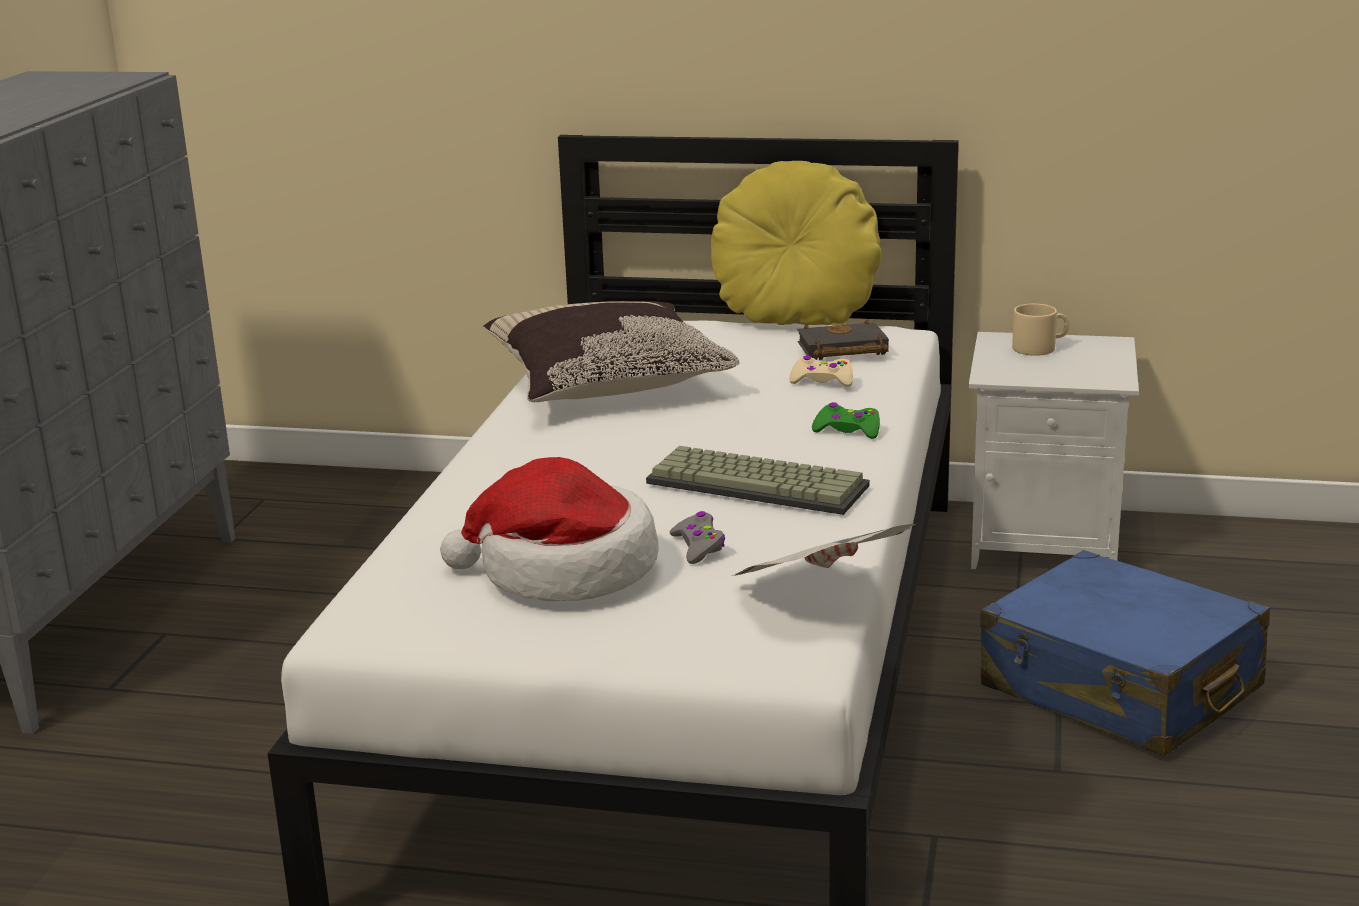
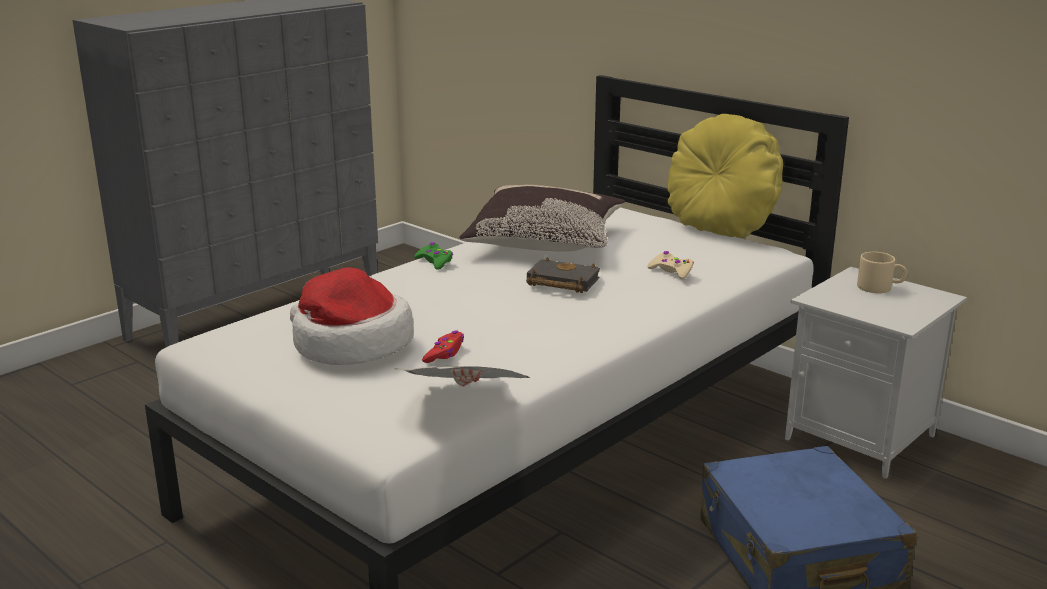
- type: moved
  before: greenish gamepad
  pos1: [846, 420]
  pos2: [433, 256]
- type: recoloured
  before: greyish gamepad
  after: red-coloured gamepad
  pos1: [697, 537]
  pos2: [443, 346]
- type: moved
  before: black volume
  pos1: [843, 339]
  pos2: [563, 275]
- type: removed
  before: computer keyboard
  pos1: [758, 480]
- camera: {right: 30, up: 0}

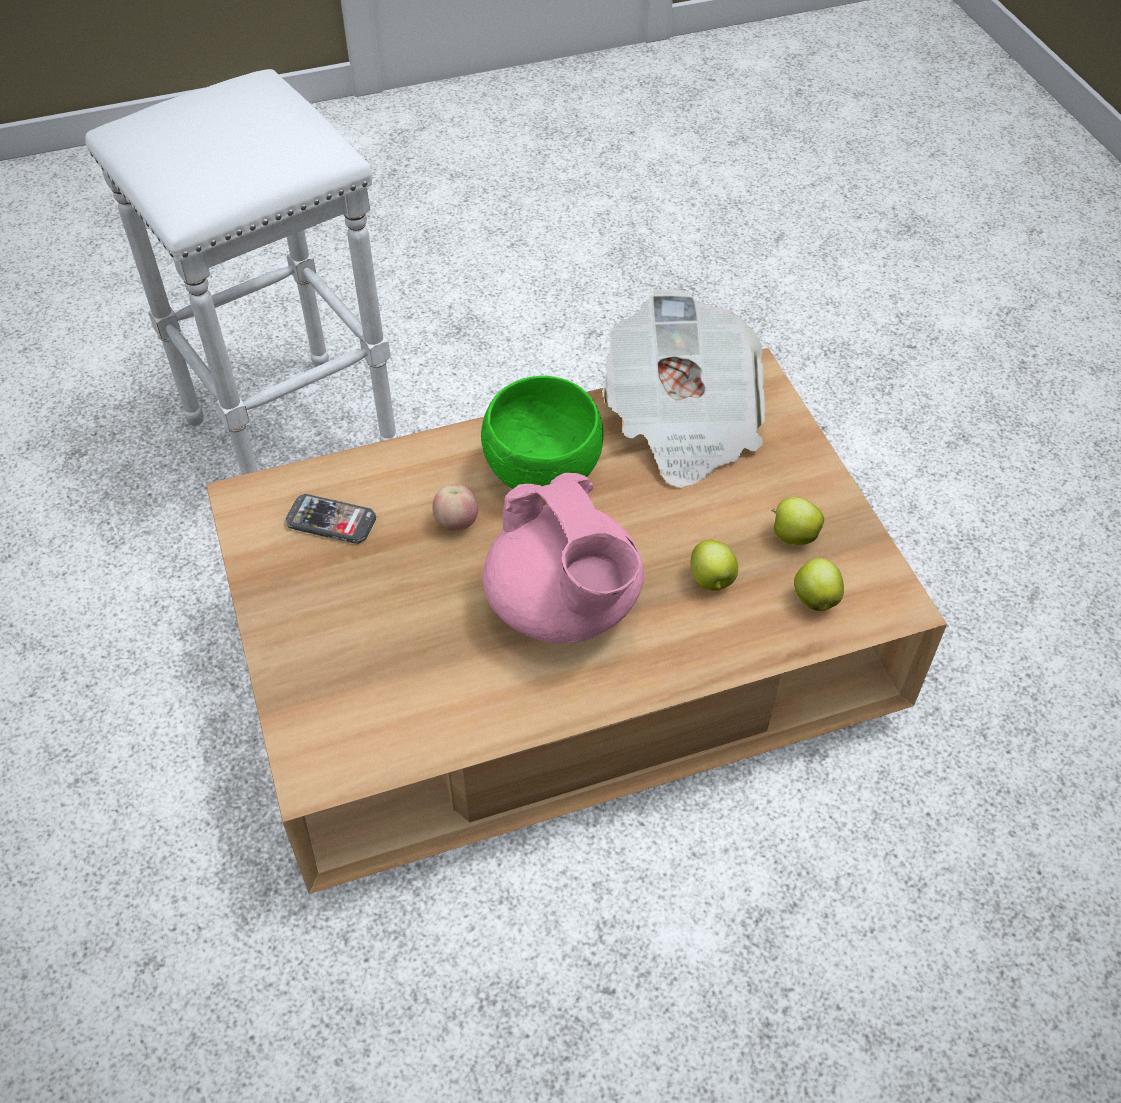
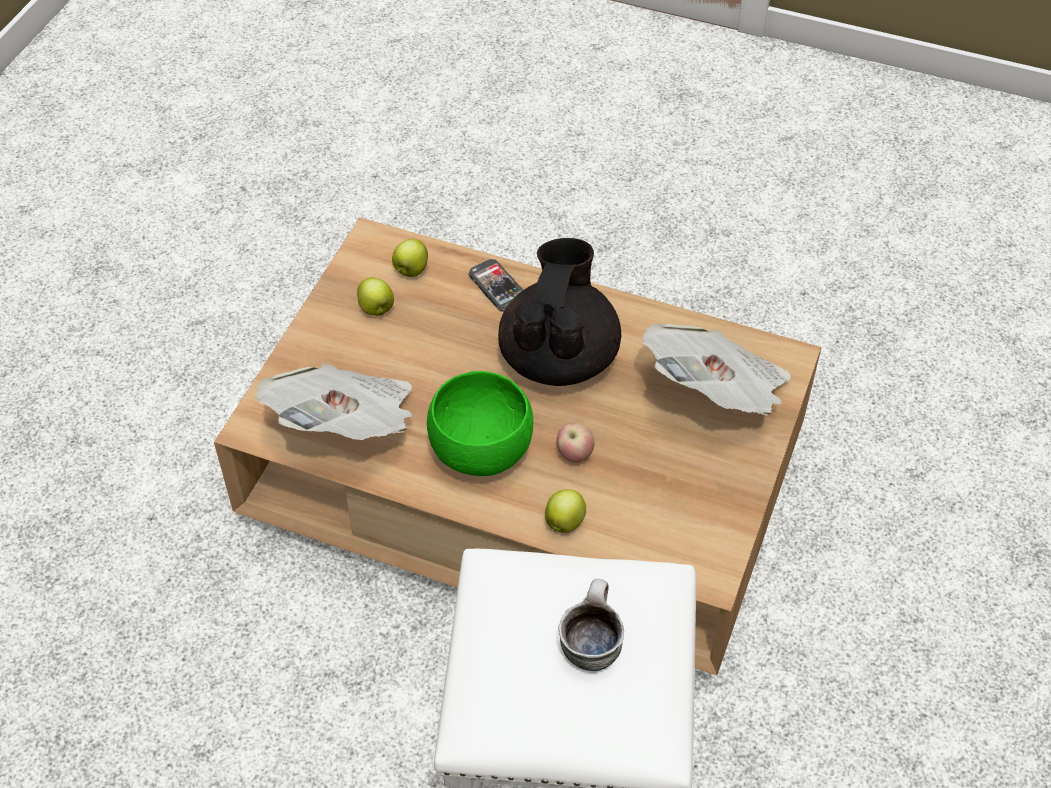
- type: moved
  before: handset
  pos1: [330, 519]
  pos2: [495, 285]
- type: recoloured
  before: pink-coloured tea pot
  after: black tea pot
  pos1: [563, 558]
  pos2: [559, 312]
- type: moved
  before: apple fruit
  pos1: [714, 565]
  pos2: [565, 511]
- type: added
  after: tea mug
  pos2: [591, 625]
- type: added
  after: newspaper
  pos2: [717, 369]
- camera: {right: -140, up: 0}

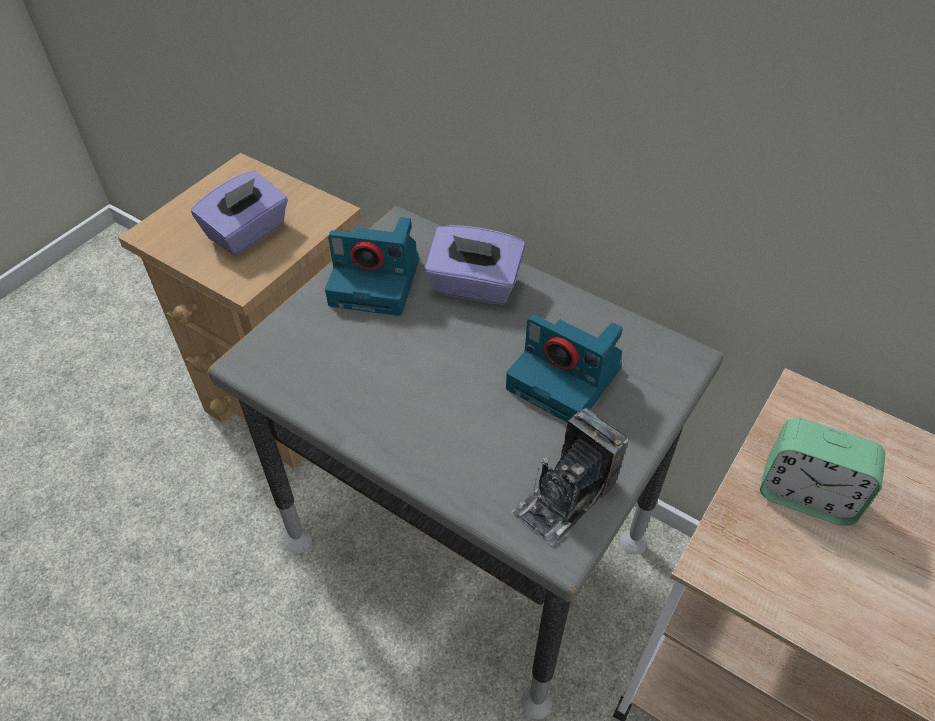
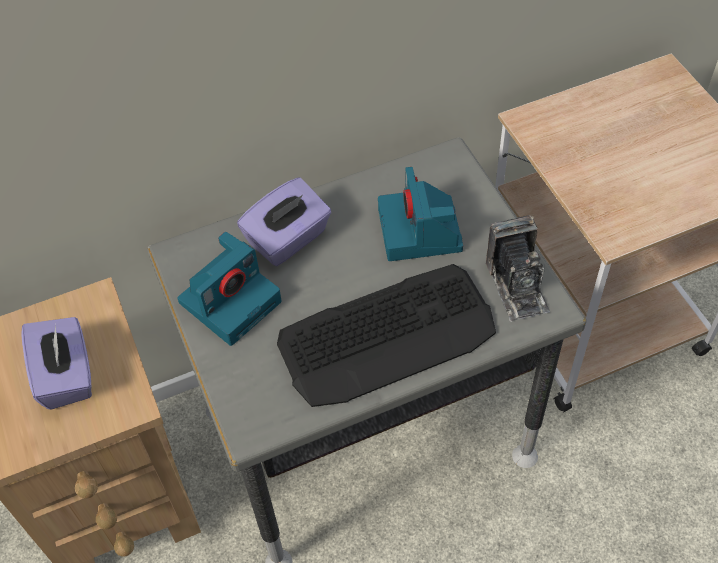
- type: added
  after: computer keyboard
  pos2: [386, 335]
- type: turned
  before: photo camera
  pos1: [564, 368]
  pos2: [420, 214]
  turn: 105
- type: removed
  before: table clock
  pos1: [823, 472]
- camera: {right: -55, up: 5}

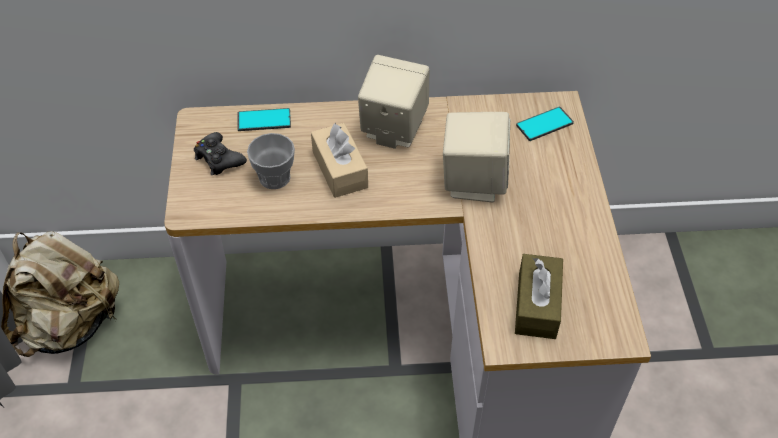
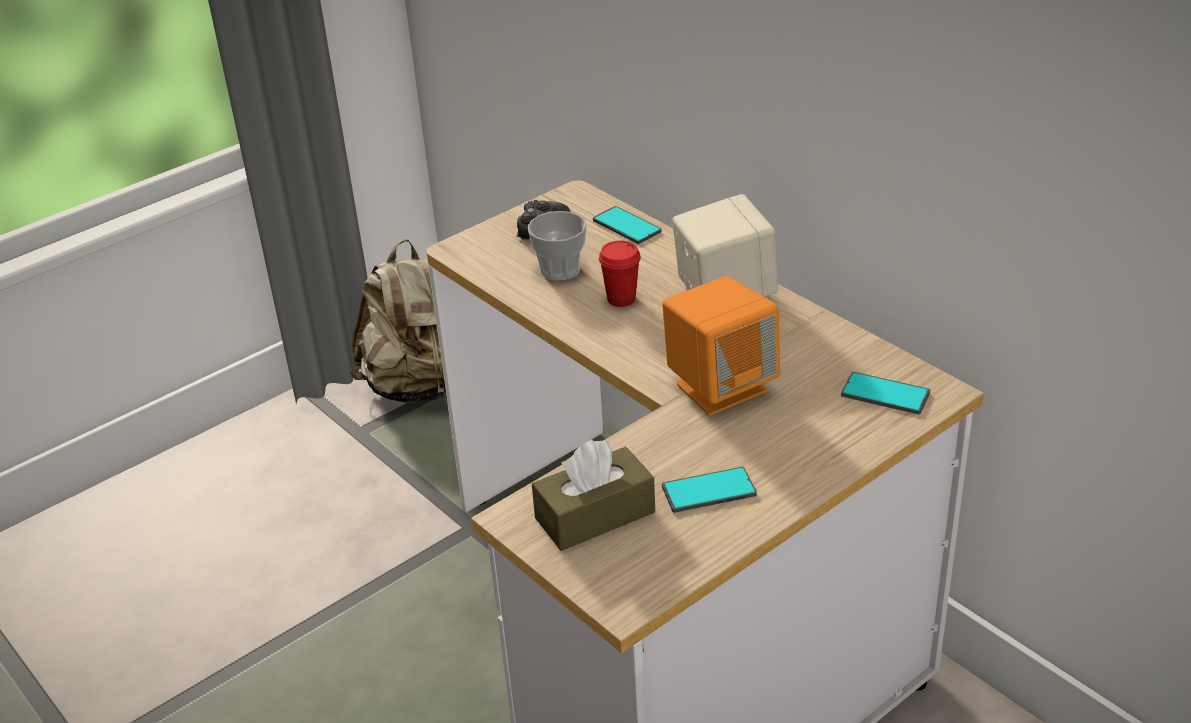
- type: replaced
  before: beige-coloured tissue box
  after: red-coloured drinking cup
  pos1: [339, 160]
  pos2: [620, 273]
- type: recoloured
  before: beige-coloured loudspeaker
  after: orange-coloured loudspeaker
  pos1: [476, 157]
  pos2: [721, 345]
- type: added
  after: handset
  pos2: [709, 490]
- camera: {right: 55, up: -15}

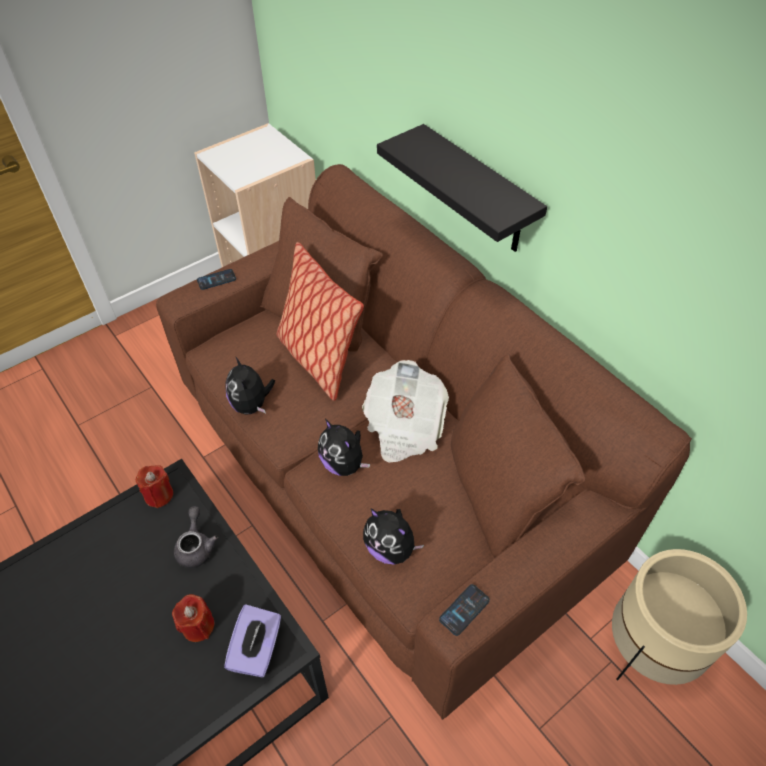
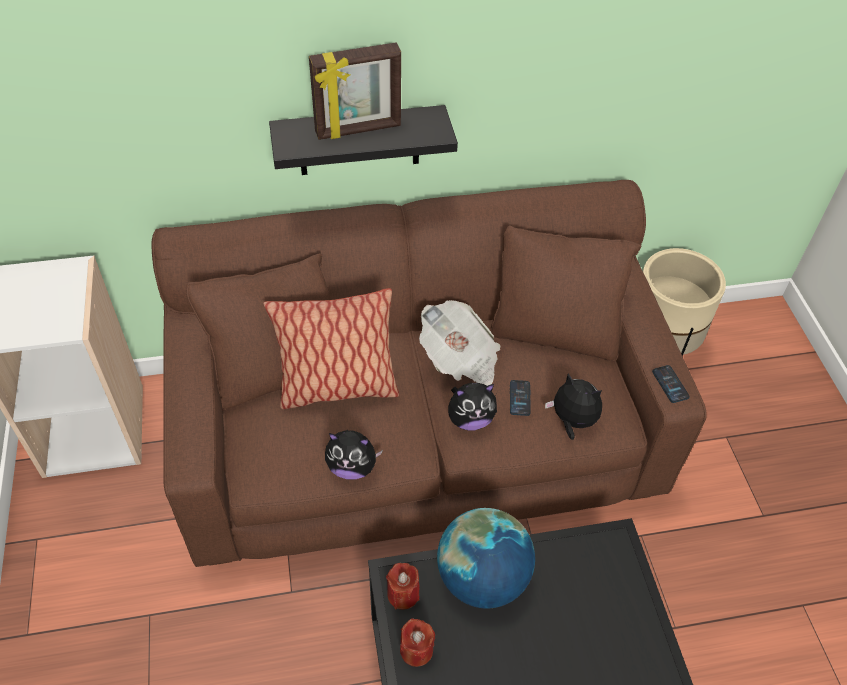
- type: added
  after: photo frame
  pos2: [355, 91]
- type: moved
  before: red-coloured candle
  pos1: [193, 618]
  pos2: [417, 642]
- type: replaced
  before: greyish tea pot
  after: desk globe
  pos1: [196, 537]
  pos2: [486, 558]
- type: moved
  before: handset
  pos1: [216, 279]
  pos2: [520, 398]
- type: turned
  before: plush toy
  pos1: [393, 536]
  pos2: [573, 406]
  turn: -120
- type: removed
  before: purple tissue box
  pos1: [252, 641]
- camera: {right: -65, up: 0}

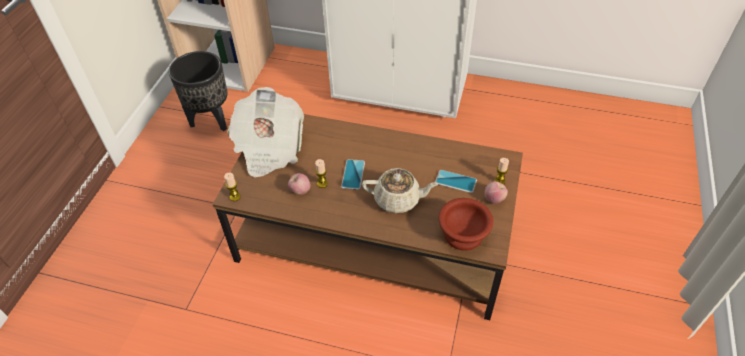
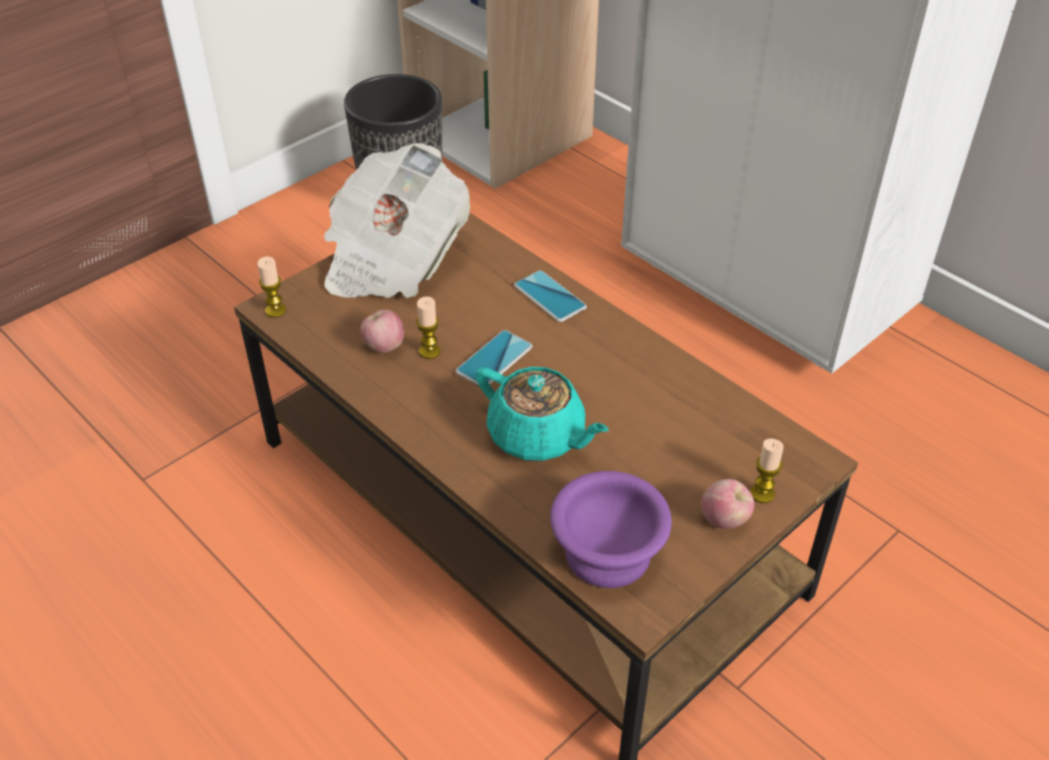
- type: recoloured
  before: beige-coloured tea pot
  after: turquoise-coloured tea pot
  pos1: [400, 190]
  pos2: [542, 414]
- type: moved
  before: handset
  pos1: [456, 181]
  pos2: [550, 296]
- type: recoloured
  before: brown-coloured bowl
  after: purple bowl
  pos1: [465, 224]
  pos2: [611, 529]
- camera: {right: 30, up: -5}

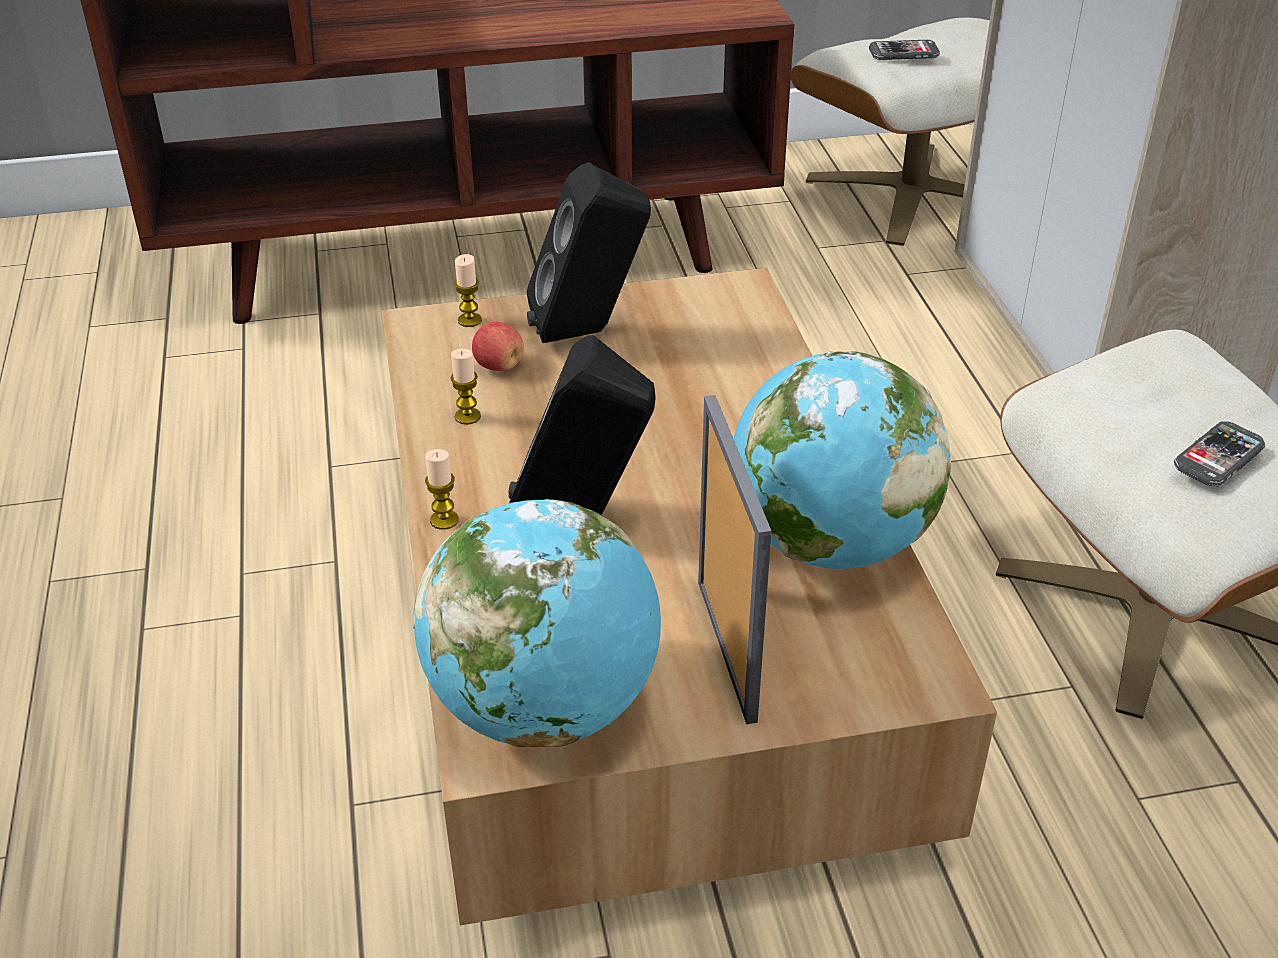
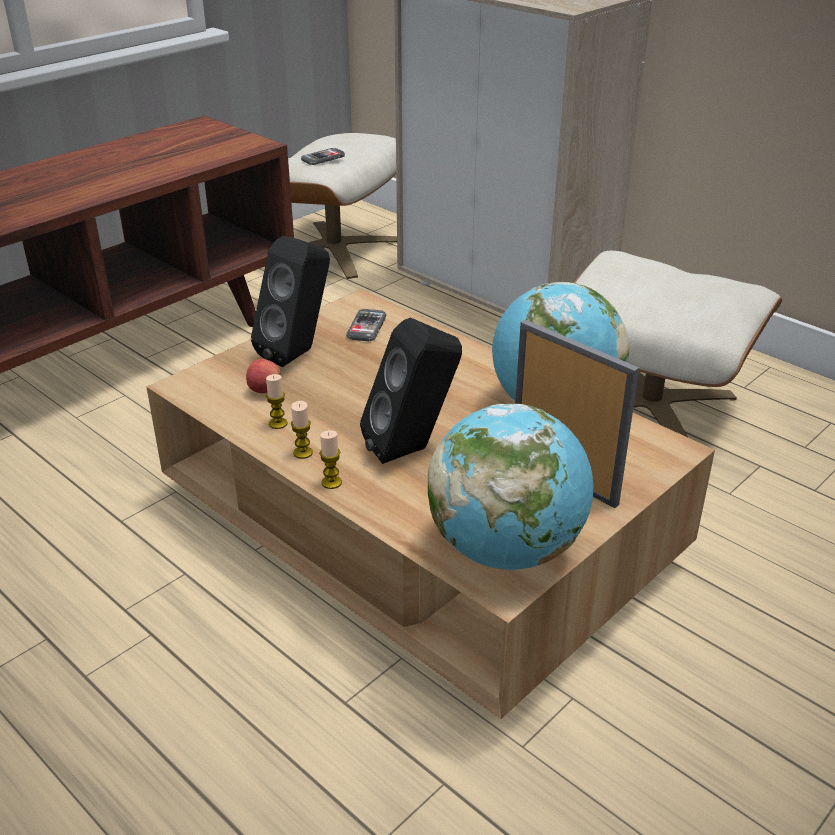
- type: moved
  before: candle
  pos1: [468, 290]
  pos2: [302, 430]
- type: moved
  before: handset
  pos1: [1219, 453]
  pos2: [366, 325]
- camera: {right: -35, up: -5}

